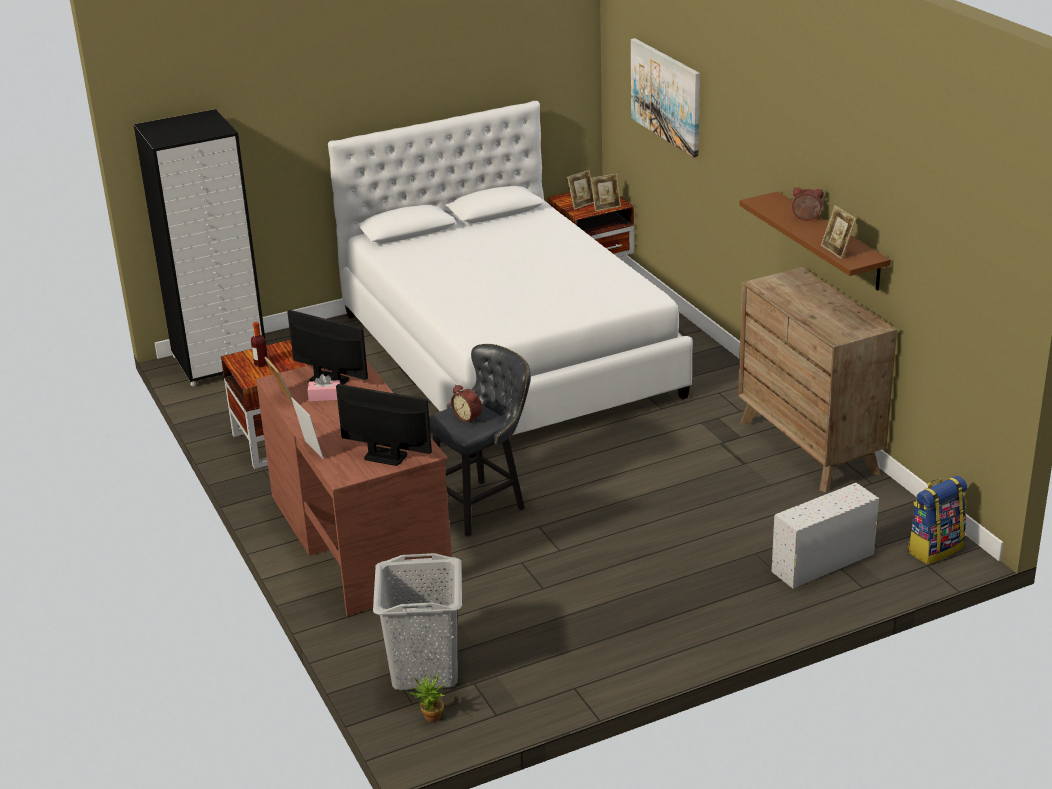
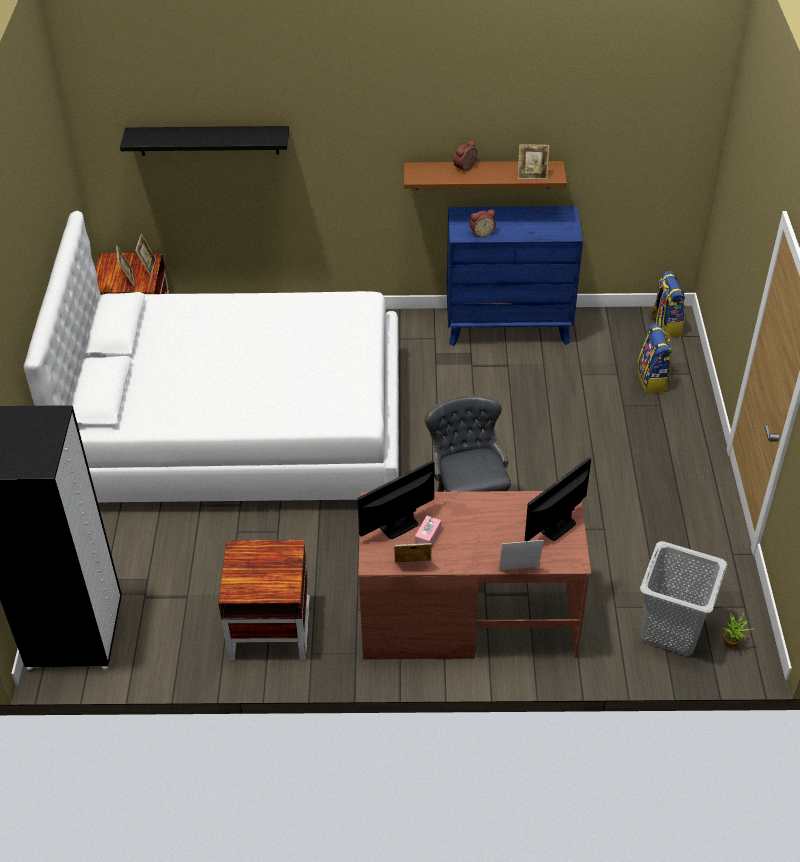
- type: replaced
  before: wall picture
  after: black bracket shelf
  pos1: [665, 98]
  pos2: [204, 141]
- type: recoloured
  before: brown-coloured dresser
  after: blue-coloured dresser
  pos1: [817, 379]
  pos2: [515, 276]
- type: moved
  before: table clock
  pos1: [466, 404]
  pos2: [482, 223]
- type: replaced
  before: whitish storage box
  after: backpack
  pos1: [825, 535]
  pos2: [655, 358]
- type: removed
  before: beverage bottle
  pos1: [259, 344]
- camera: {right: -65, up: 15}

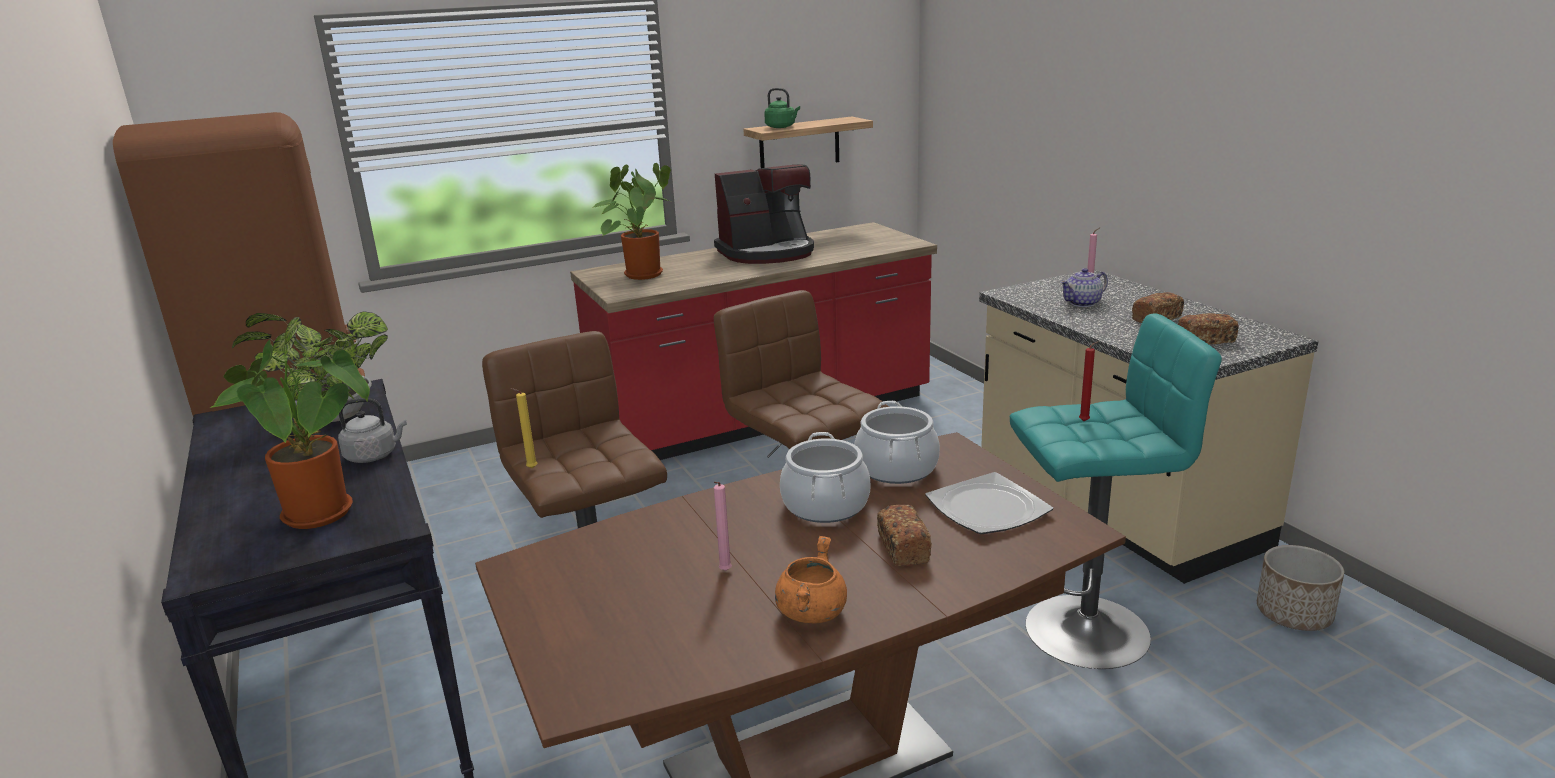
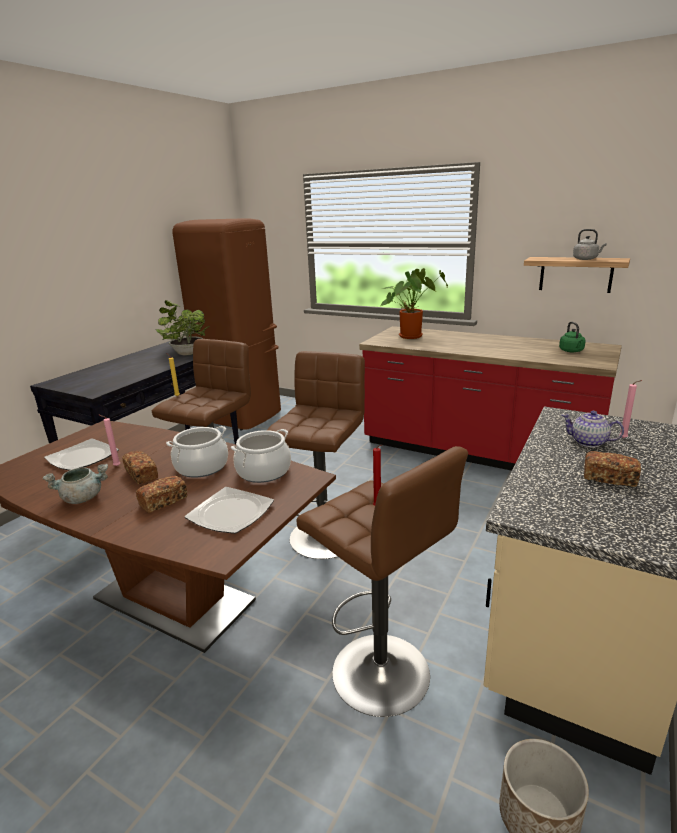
- type: recoloured
  before: orange-coloured stockpot
  after: greyish stockpot
  pos1: [811, 579]
  pos2: [75, 484]
- type: added
  after: plate
  pos2: [81, 454]
- type: moved
  before: bakery bread
  pos1: [1208, 328]
  pos2: [140, 467]
- type: recoloured
  before: turquoise-coloured stool seat
  after: brown-coloured stool seat
  pos1: [1116, 491]
  pos2: [382, 581]
- type: moved
  before: greenish tea kettle
  pos1: [782, 108]
  pos2: [572, 337]
- type: moved
  before: greyish tea kettle
  pos1: [372, 430]
  pos2: [590, 244]
- type: removed
  before: potted plant
  pos1: [290, 434]
- type: removed
  before: coffee maker
  pos1: [764, 214]
- camera: {right: 55, up: 0}

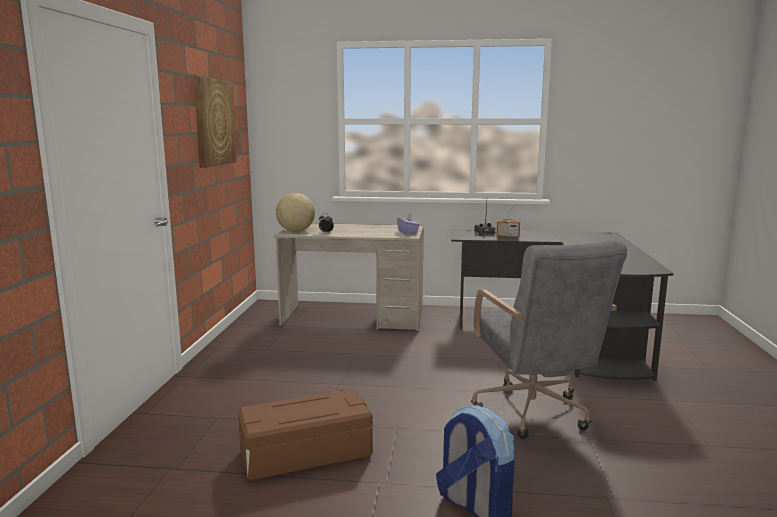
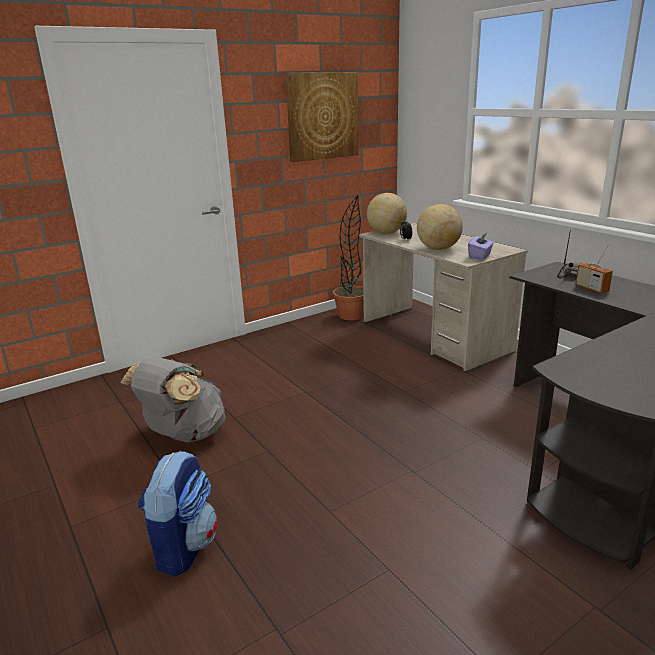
- type: replaced
  before: brown-coloured storage box
  after: greyish backpack
  pos1: [305, 435]
  pos2: [173, 400]
- type: added
  after: potted plant
  pos2: [348, 258]
- type: added
  after: desk globe
  pos2: [440, 227]
- type: removed
  before: greyish office chair
  pos1: [549, 340]
- camera: {right: 50, up: 10}

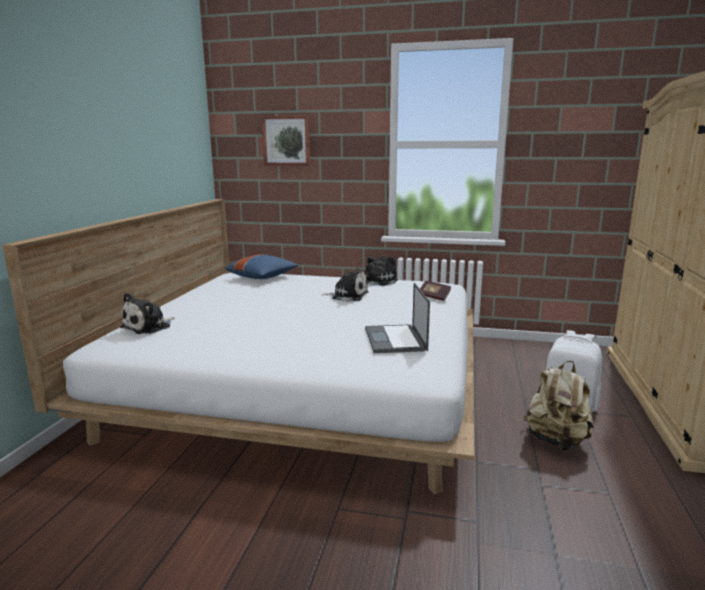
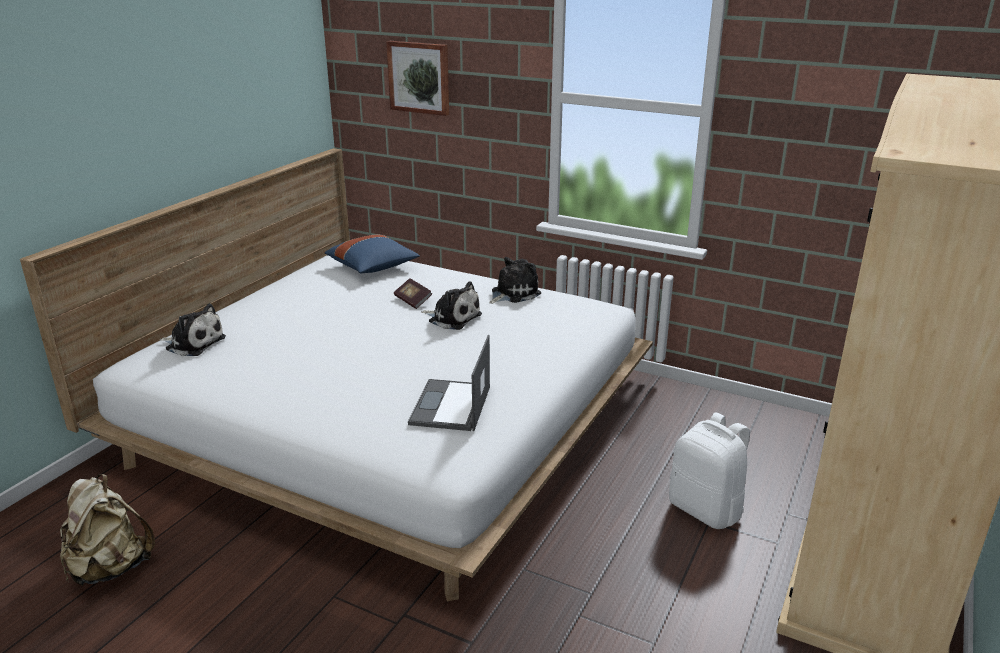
- type: moved
  before: beige-coloured backpack
  pos1: [559, 406]
  pos2: [107, 530]
- type: turned
  before: plush toy
  pos1: [147, 313]
  pos2: [193, 329]
  turn: -120
- type: moved
  before: volume
  pos1: [435, 291]
  pos2: [413, 293]
- camera: {right: 15, up: 10}

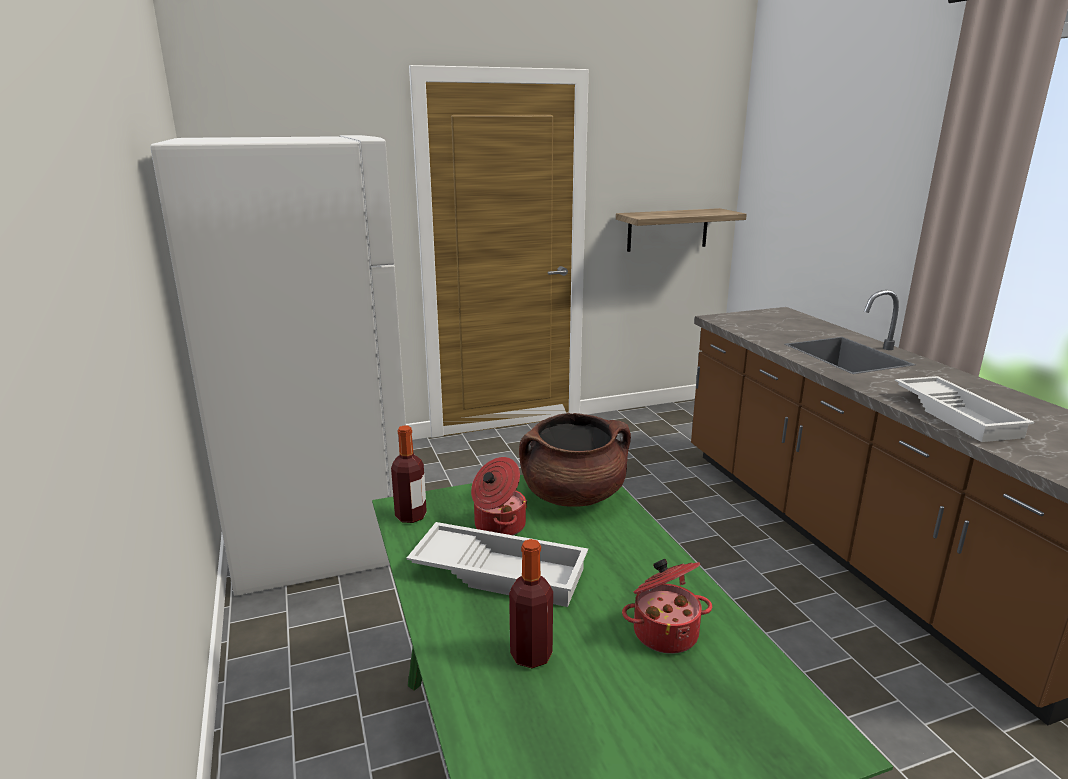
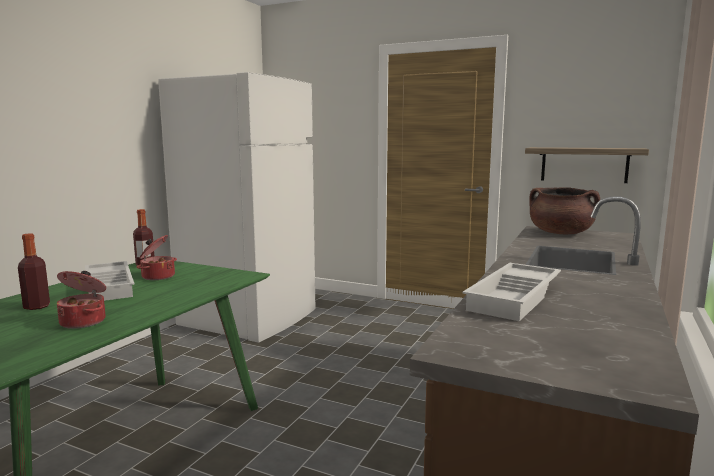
- type: moved
  before: brown-coloured stockpot
  pos1: [575, 460]
  pos2: [564, 210]
- camera: {right: 45, up: -10}

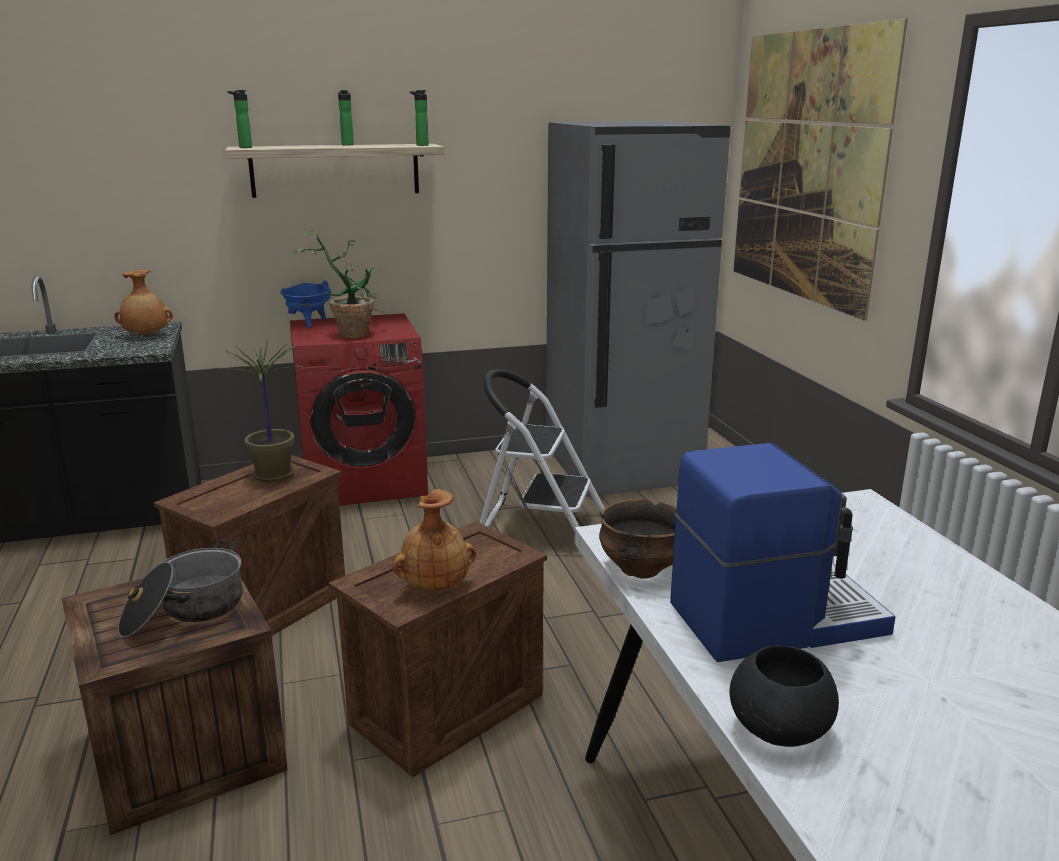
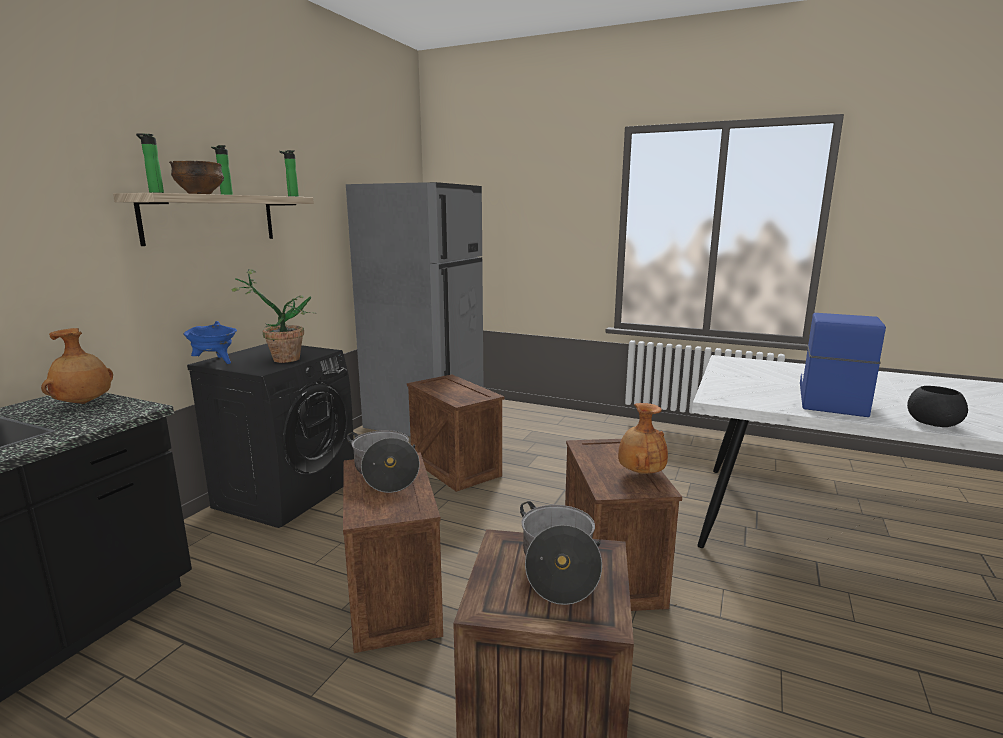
- type: moved
  before: bowl
  pos1: [638, 539]
  pos2: [196, 177]
- type: recoloured
  before: red-coloured laundry machine
  after: black laundry machine
  pos1: [359, 409]
  pos2: [270, 436]
- type: replaced
  before: potted plant
  after: stockpot
  pos1: [258, 411]
  pos2: [383, 461]
- type: replaced
  before: step ladder
  after: crate
  pos1: [541, 450]
  pos2: [456, 433]
- type: removed
  before: wall picture
  pos1: [820, 169]
- camera: {right: -50, up: -5}

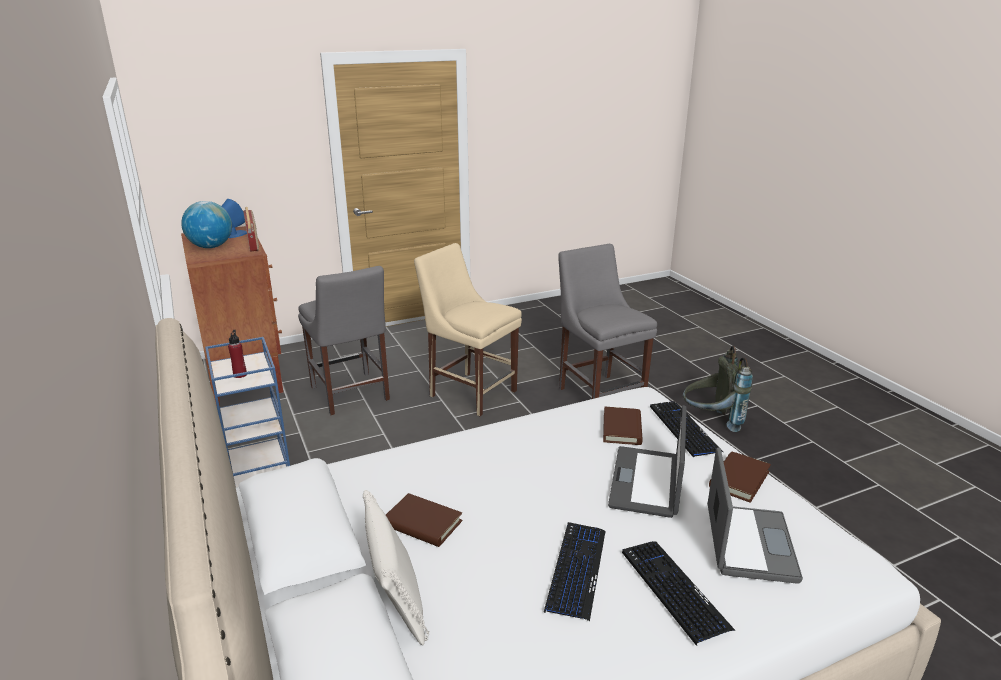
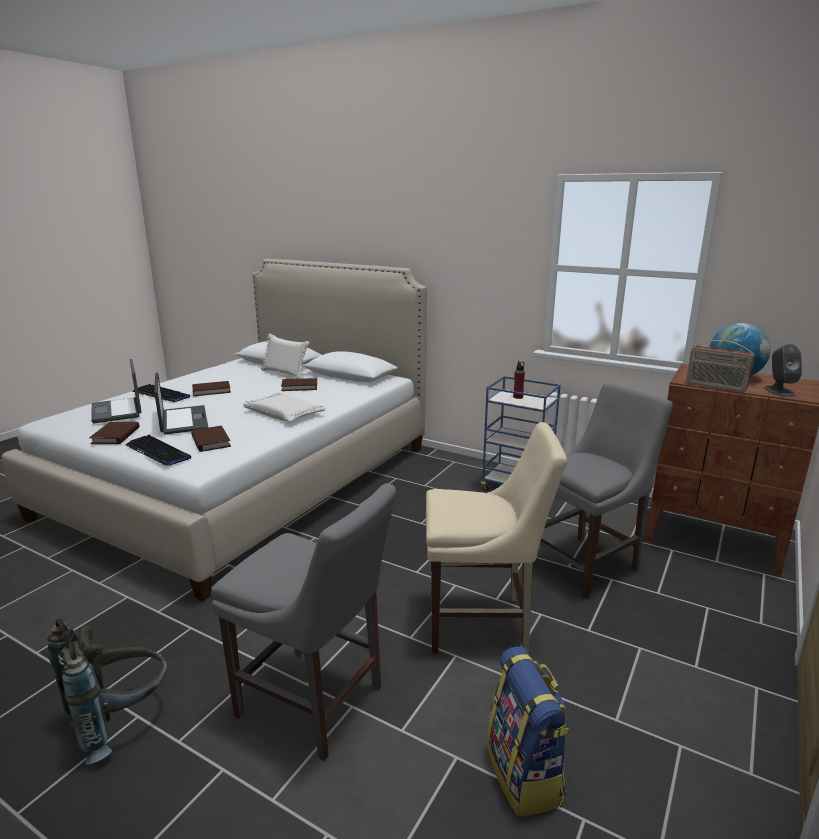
- type: replaced
  before: computer keyboard
  after: brown-coloured volume
  pos1: [575, 571]
  pos2: [211, 388]
- type: added
  after: whitish throw pillow
  pos2: [284, 407]
- type: added
  after: backpack
  pos2: [528, 732]
- type: turned
  before: greyish plain chair
  pos1: [344, 340]
  pos2: [603, 491]
  turn: 120
- type: recoloured
  before: blue-coloured loudspeaker
  after: greyish loudspeaker
  pos1: [234, 218]
  pos2: [783, 370]
- camera: {right: 145, up: -5}

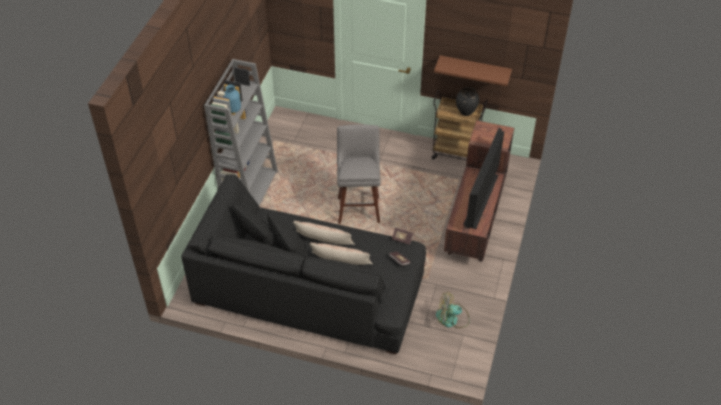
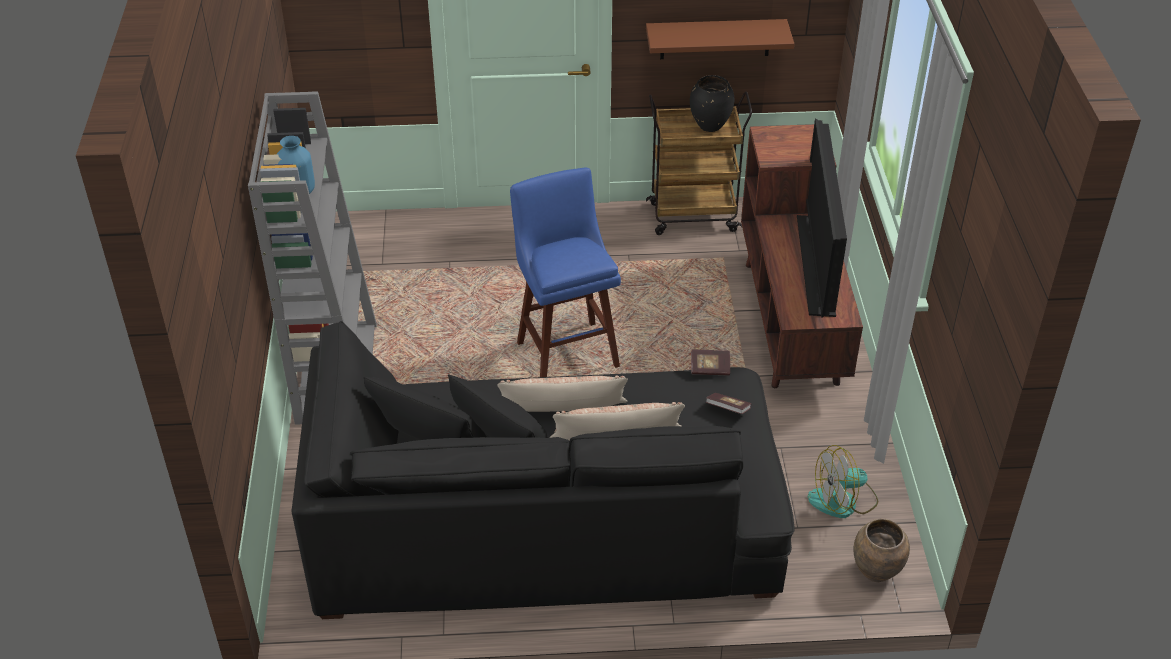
- type: recoloured
  before: greyish stool seat
  after: blue-coloured stool seat
  pos1: [359, 174]
  pos2: [565, 272]
- type: added
  after: brown-coloured vase
  pos2: [882, 550]
- camera: {right: -20, up: -5}

